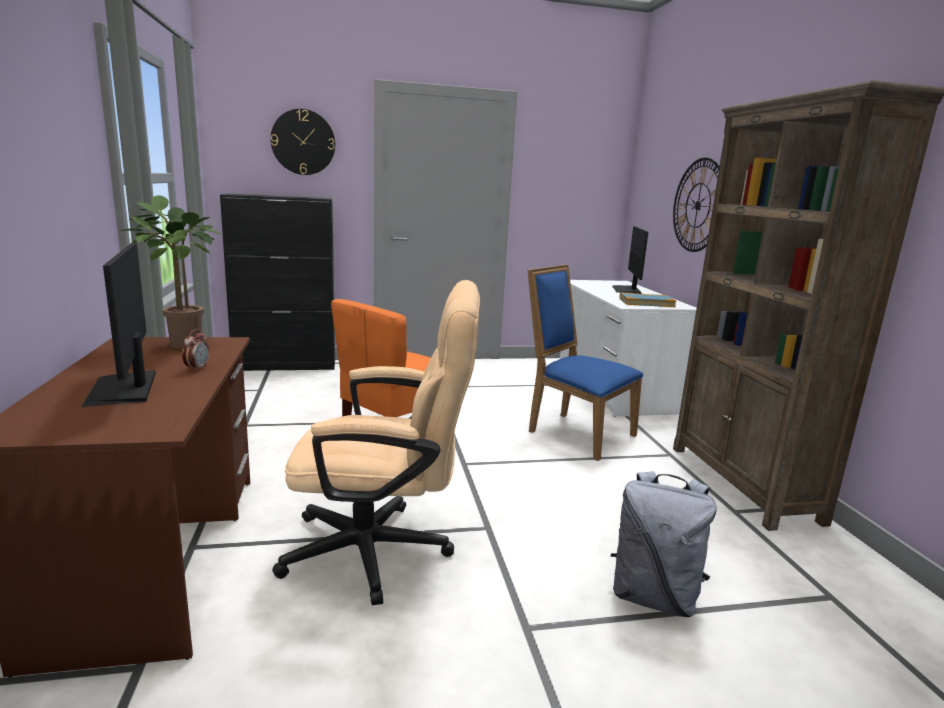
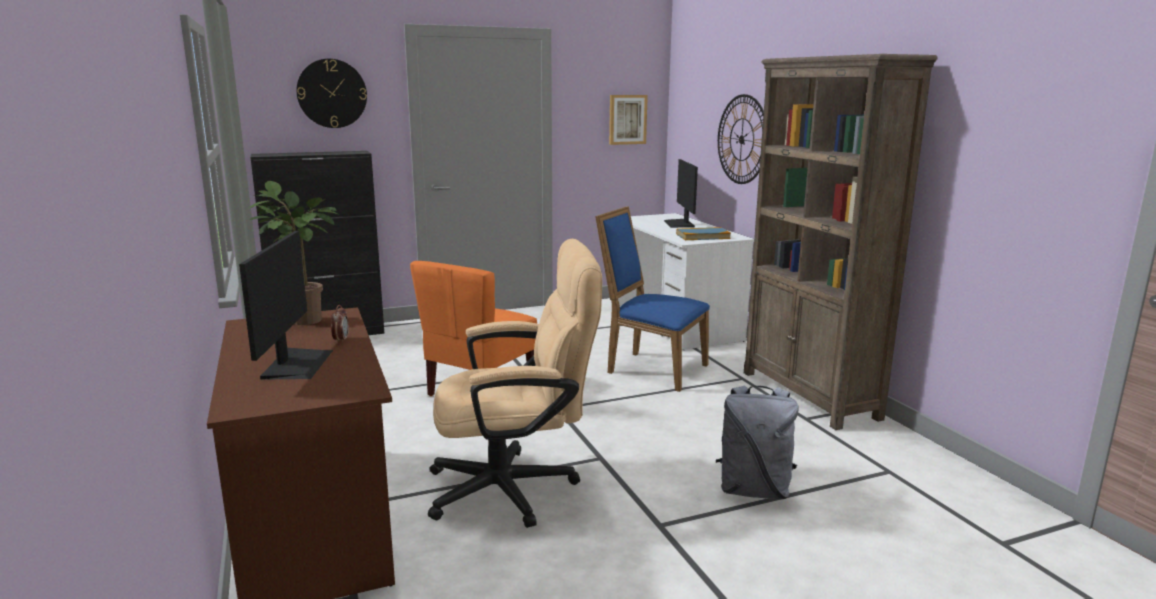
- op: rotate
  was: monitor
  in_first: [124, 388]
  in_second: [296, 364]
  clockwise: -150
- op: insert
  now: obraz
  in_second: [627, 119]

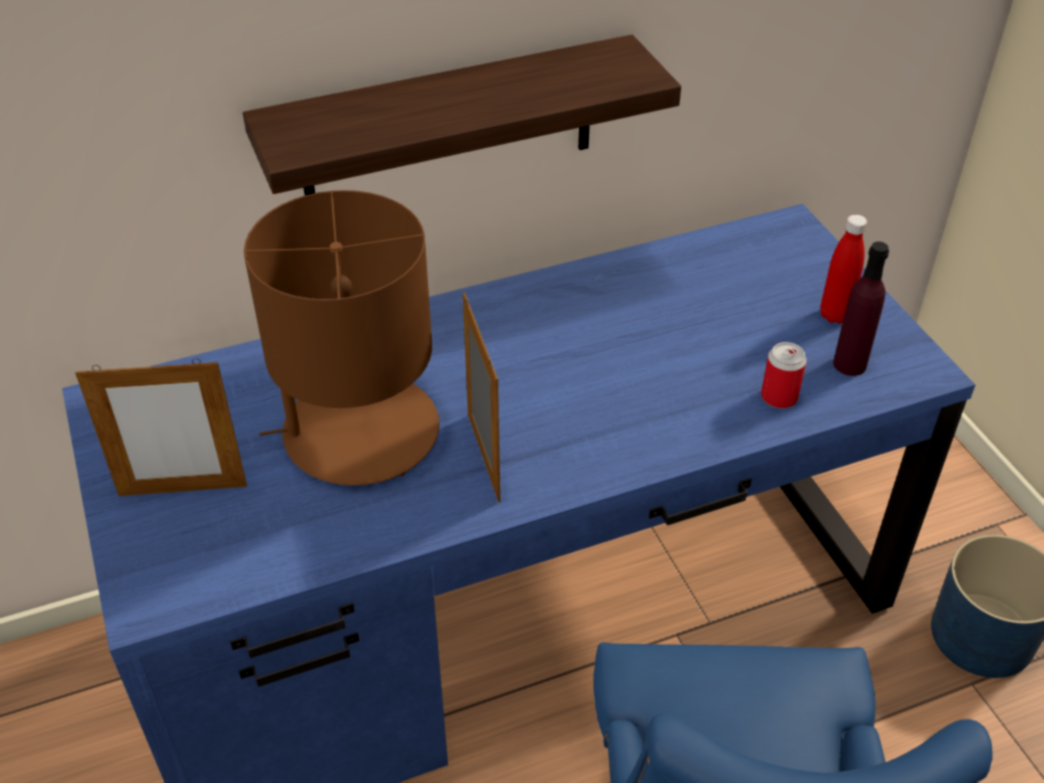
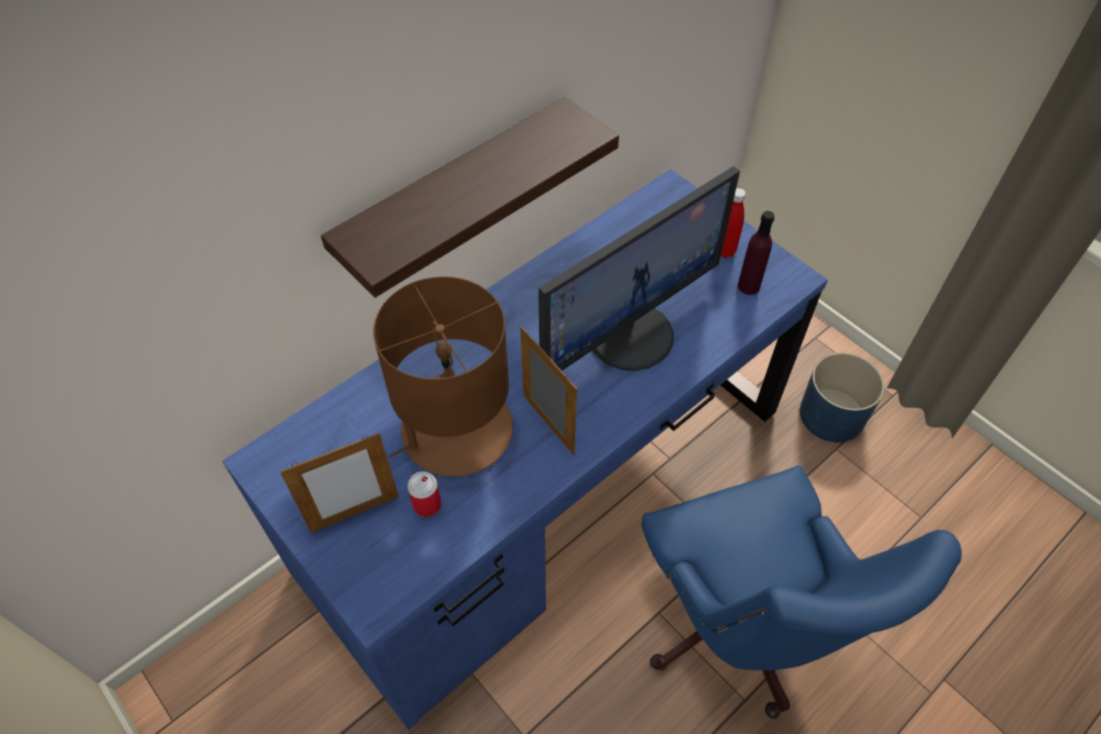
- op: move
  was: puszka
  in_first: [779, 397]
  in_second: [427, 505]
- op: insert
  now: monitor
  in_second: [629, 334]

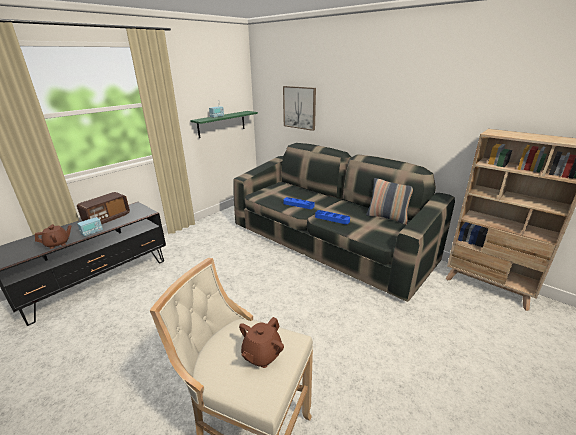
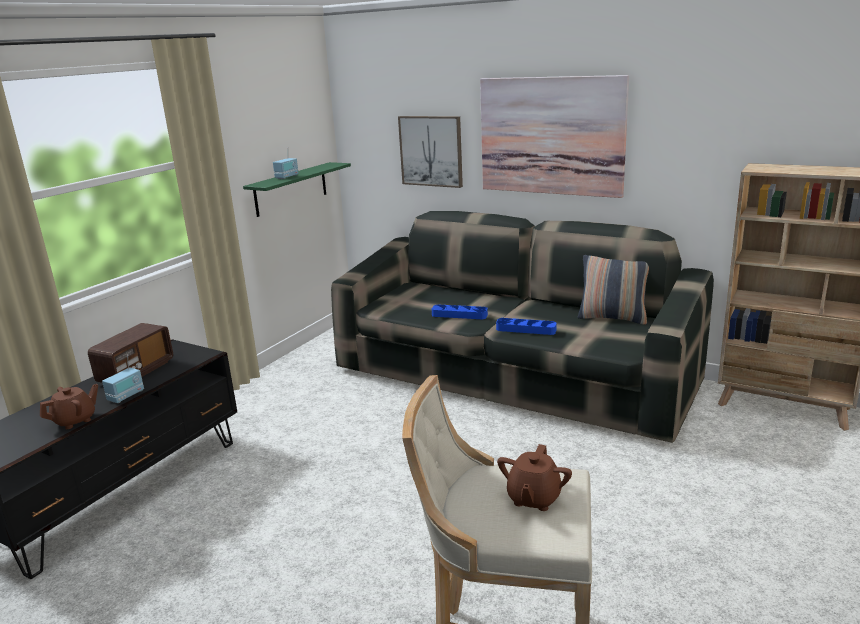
- op: insert
  now: obraz
  in_second: [551, 136]

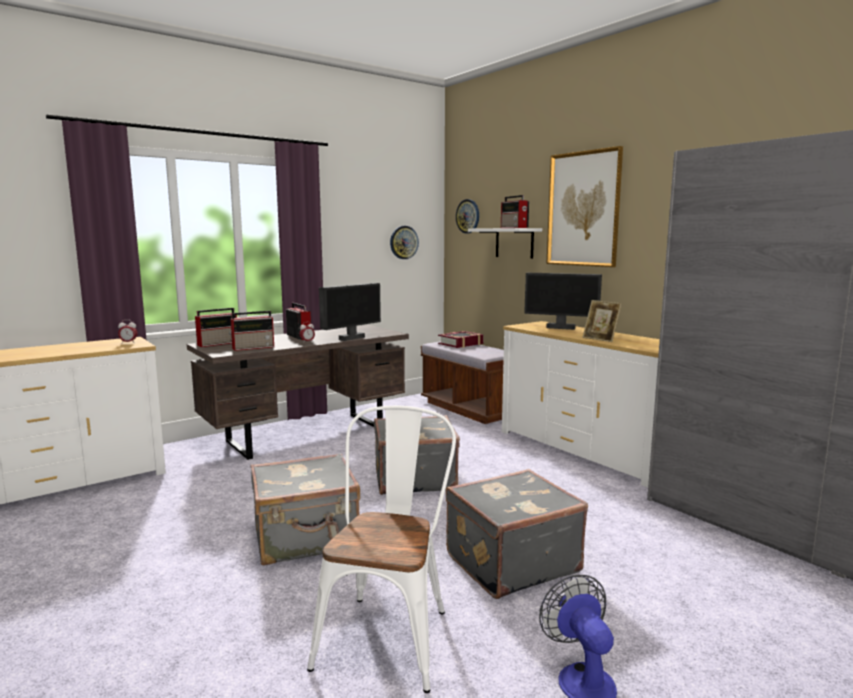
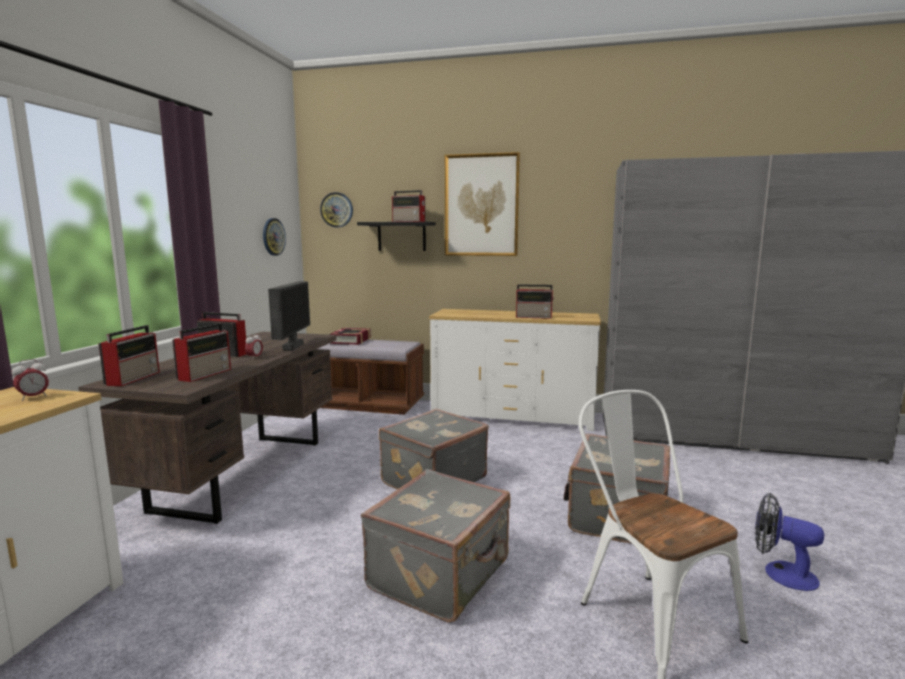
- op: recolor
  was: półka (biały)
  now: półka (czarny)
  in_first: [514, 243]
  in_second: [401, 236]
- op: replace
  was: ramka na zdjęcie
  now: radio
  in_first: [600, 339]
  in_second: [534, 317]
- op: delete
  was: monitor
  in_first: [561, 328]

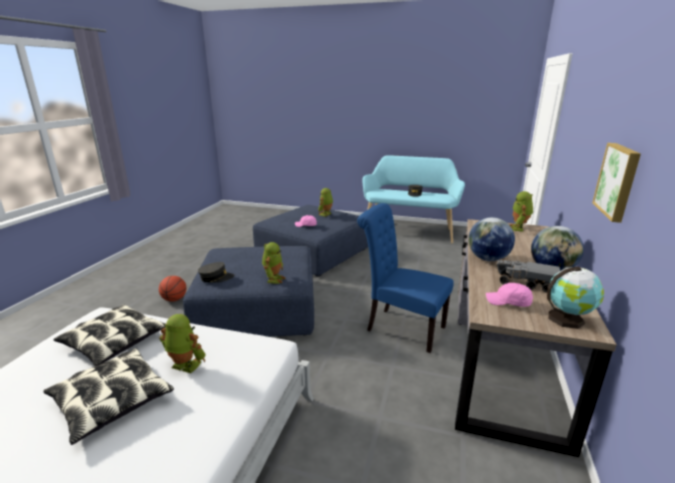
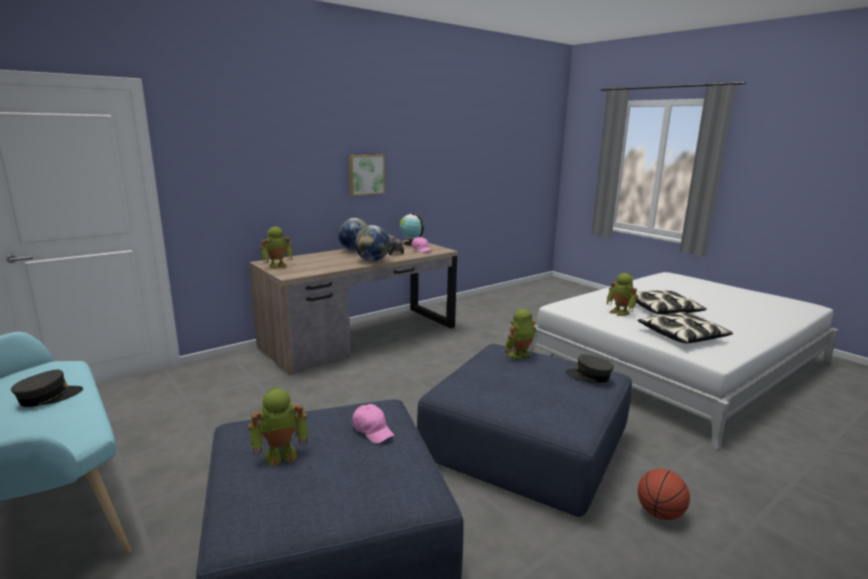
- op: delete
  was: krzesło (niebieski)
  in_first: [401, 327]

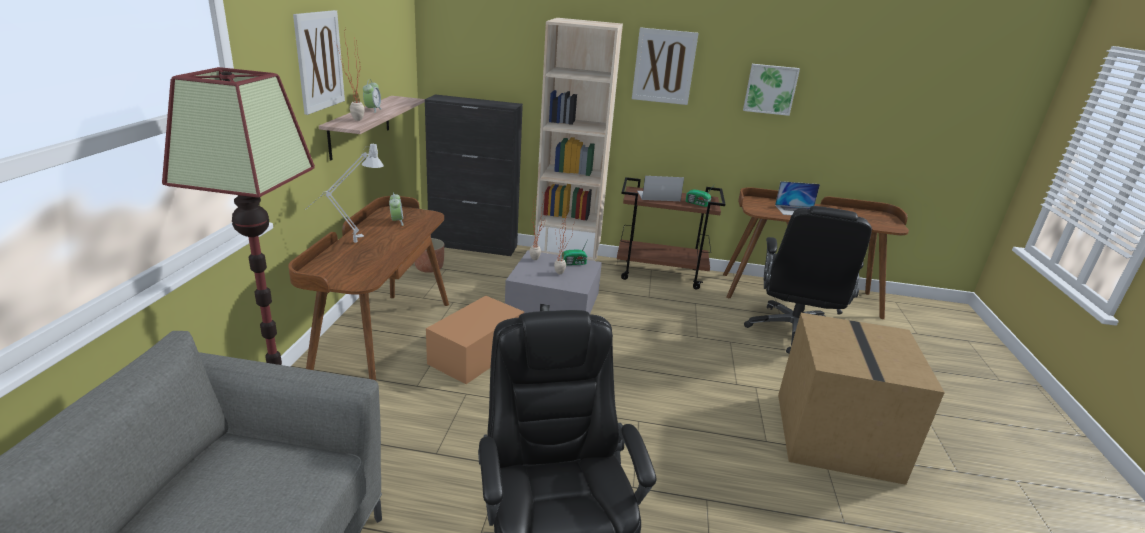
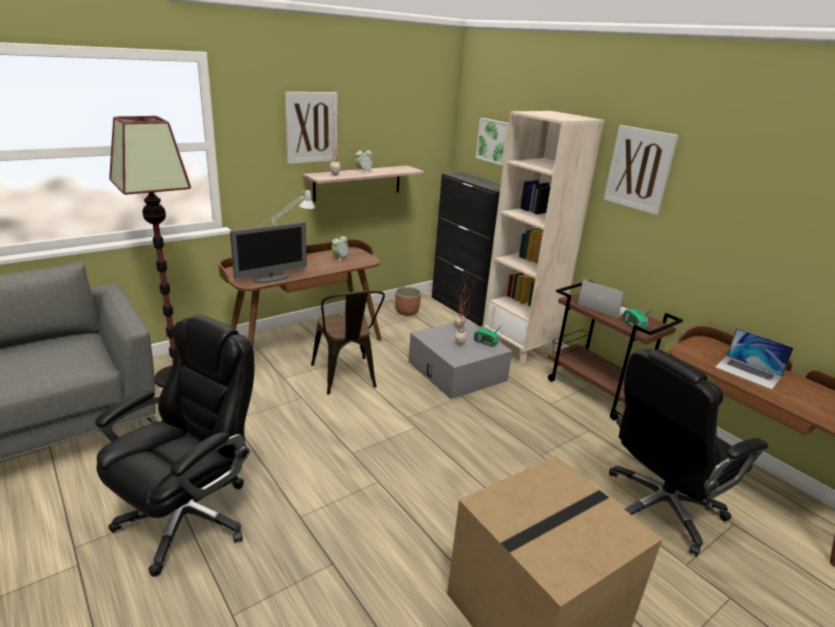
- op: insert
  now: monitor
  in_second: [271, 278]
- op: replace
  was: karton
  now: krzesło (brązowy)
  in_first: [476, 354]
  in_second: [346, 378]
- op: move
  was: obraz
  in_first: [770, 89]
  in_second: [494, 141]

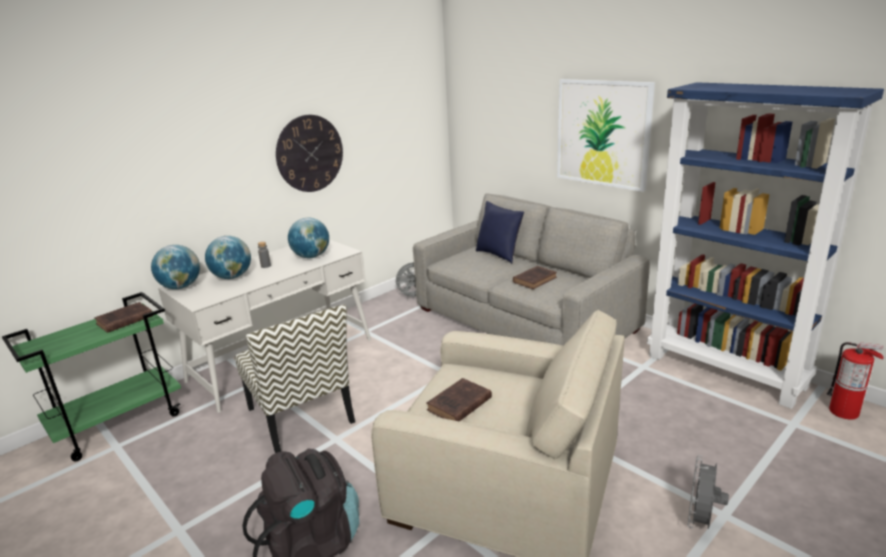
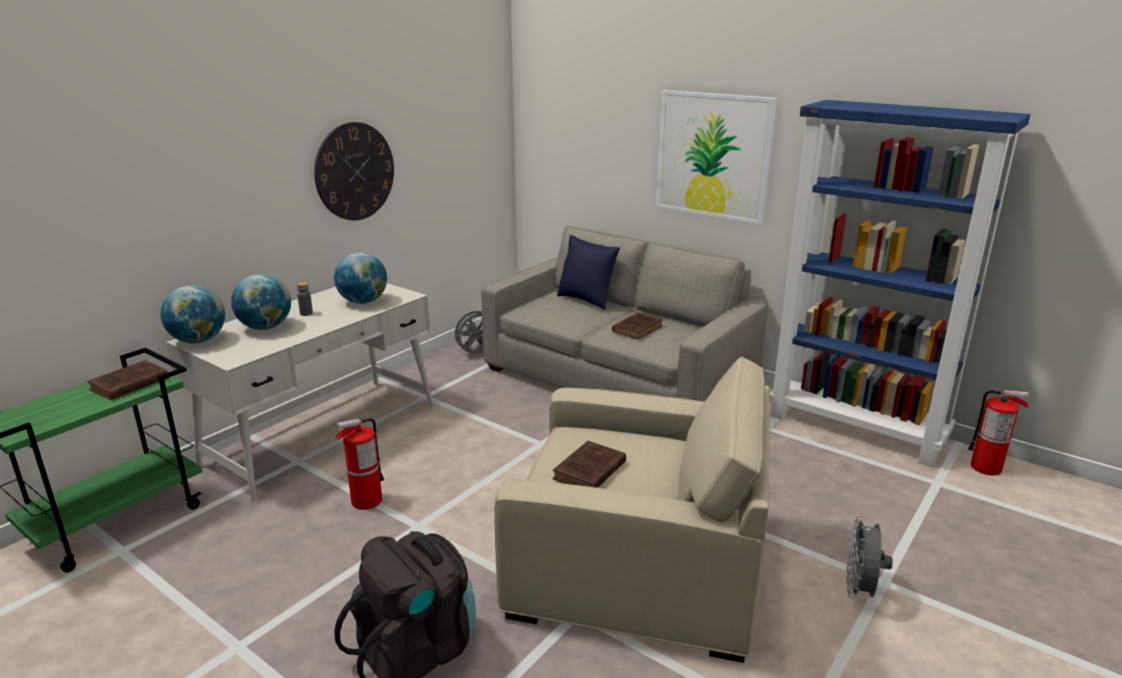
- op: replace
  was: krzesło
  now: gaśnica
  in_first: [301, 416]
  in_second: [366, 501]

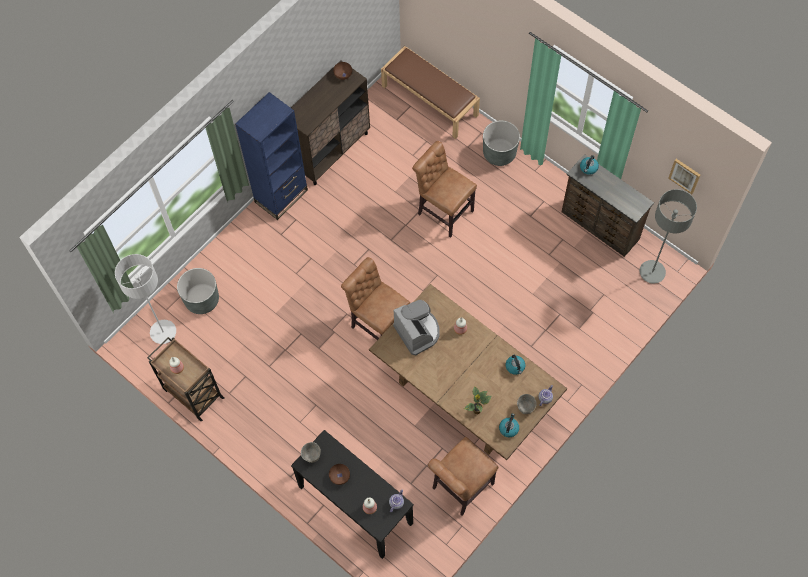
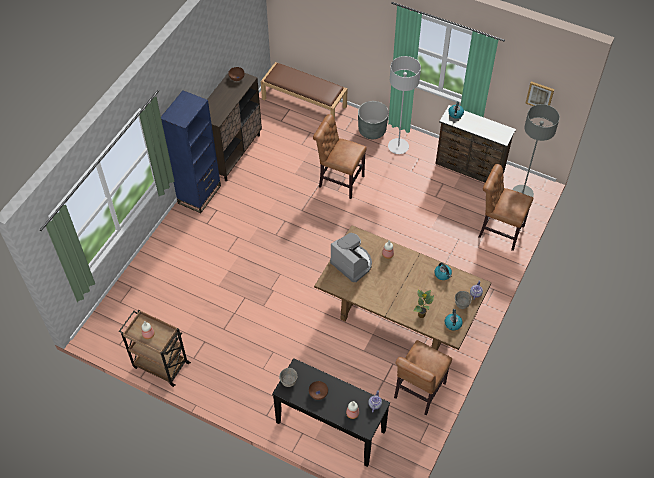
- op: move
  was: lampa stojąca (szary)
  in_first: [163, 332]
  in_second: [398, 147]
- op: move
  was: krzesło (brązowy)
  in_first: [377, 324]
  in_second: [498, 230]
- op: delete
  was: donica (szary)
  in_first: [202, 300]

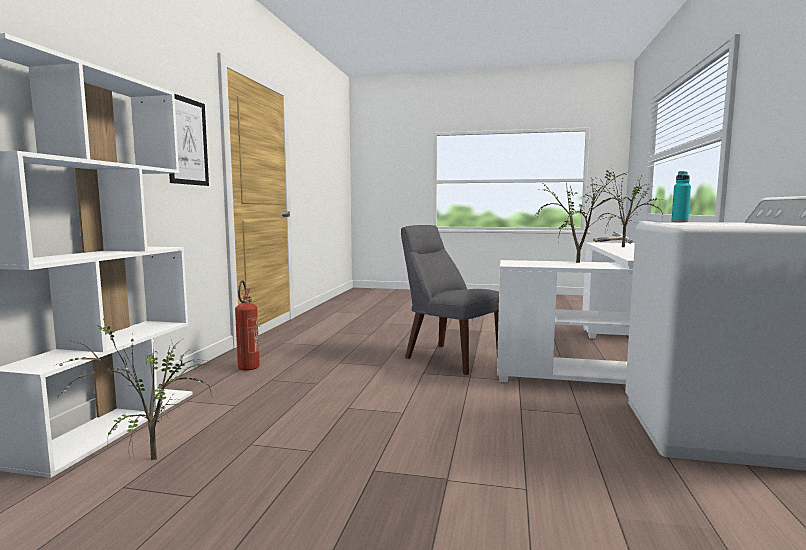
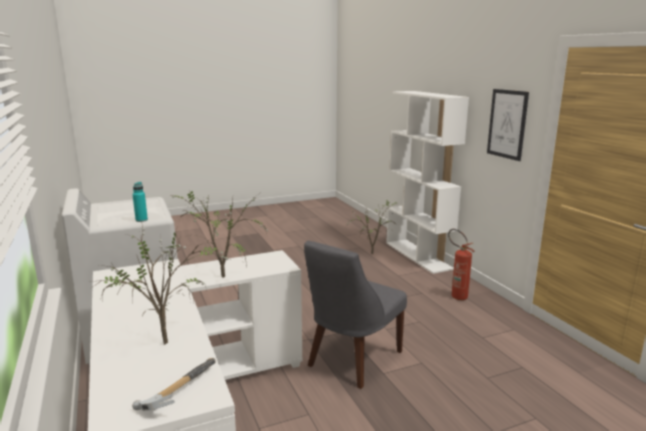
- op: rotate
  was: krzesło (szary)
  in_first: [449, 358]
  in_second: [352, 360]
  clockwise: 120

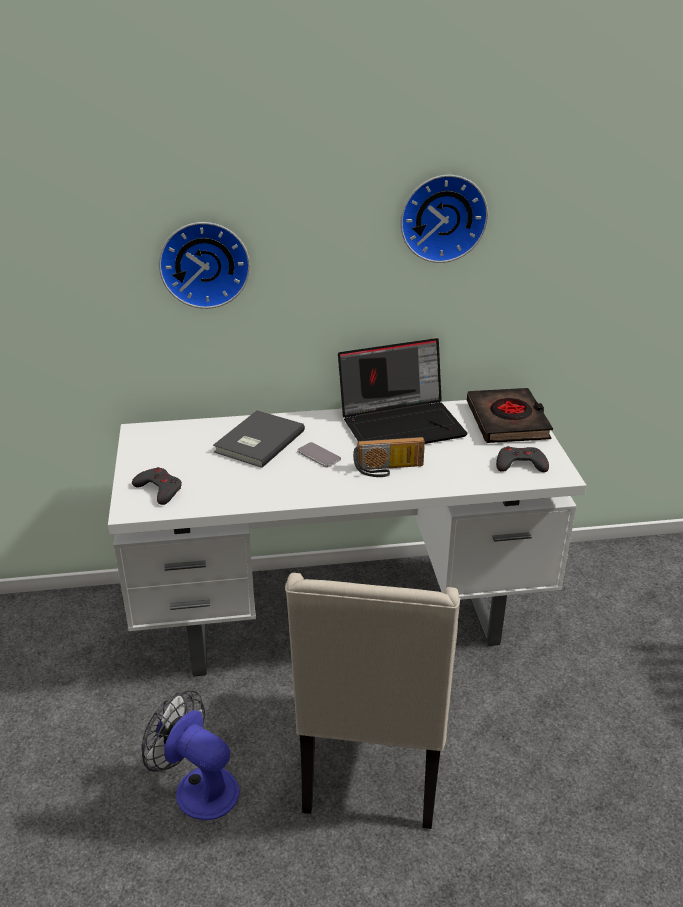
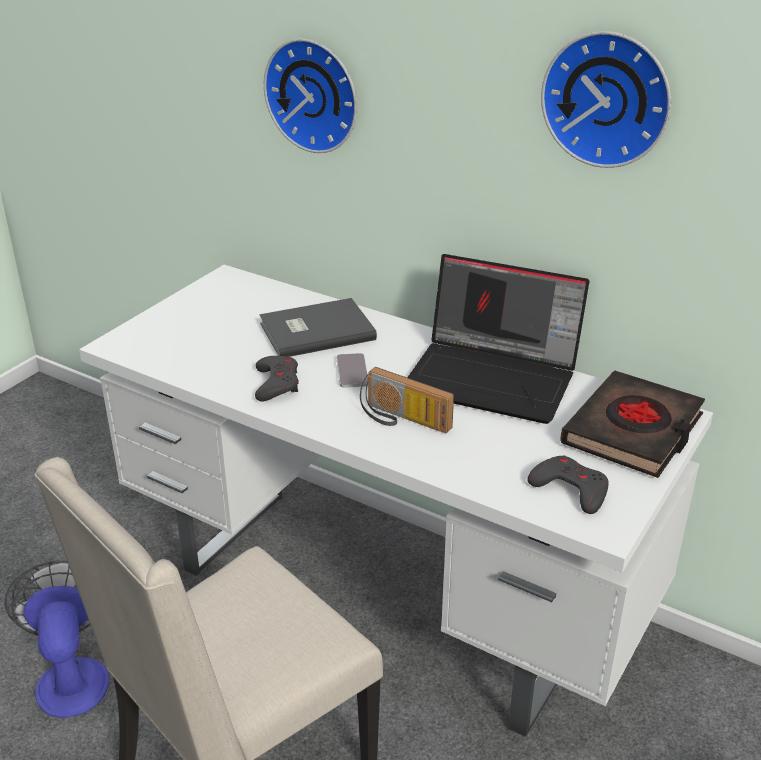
- op: move
  was: pad do gier (szary)
  in_first: [159, 489]
  in_second: [277, 383]

